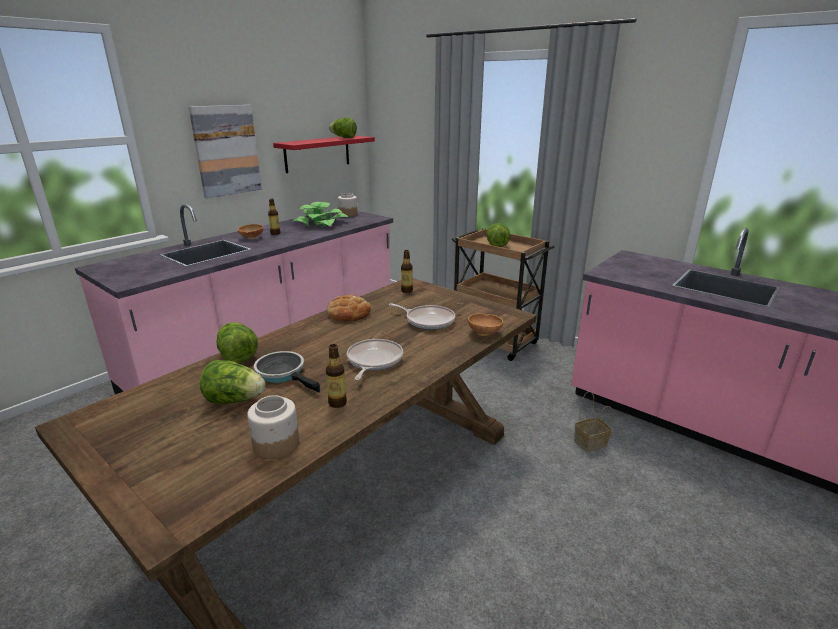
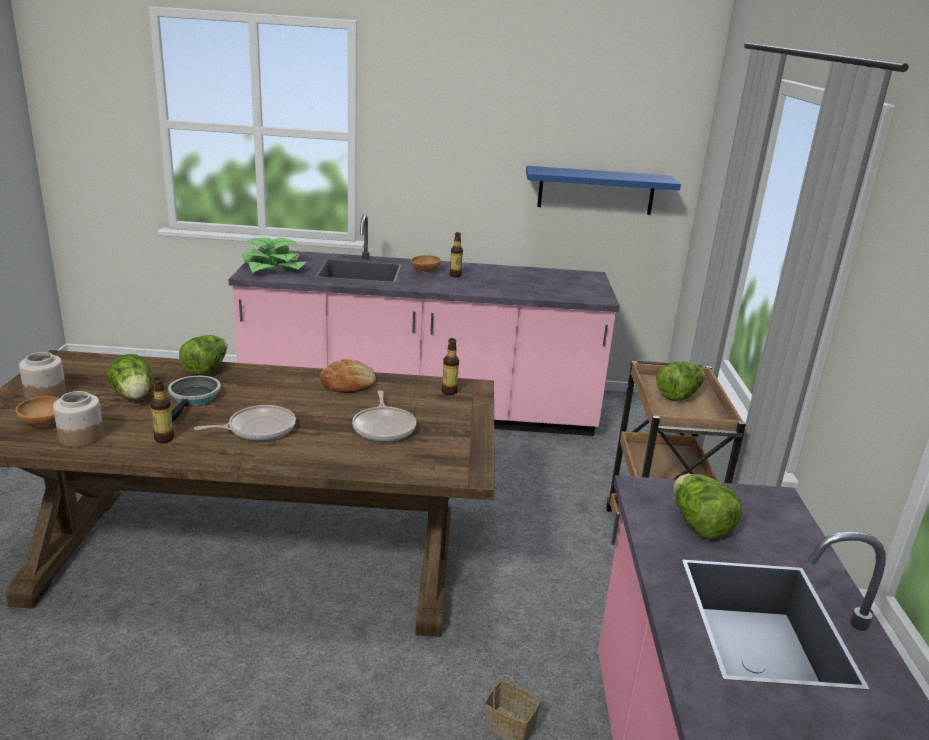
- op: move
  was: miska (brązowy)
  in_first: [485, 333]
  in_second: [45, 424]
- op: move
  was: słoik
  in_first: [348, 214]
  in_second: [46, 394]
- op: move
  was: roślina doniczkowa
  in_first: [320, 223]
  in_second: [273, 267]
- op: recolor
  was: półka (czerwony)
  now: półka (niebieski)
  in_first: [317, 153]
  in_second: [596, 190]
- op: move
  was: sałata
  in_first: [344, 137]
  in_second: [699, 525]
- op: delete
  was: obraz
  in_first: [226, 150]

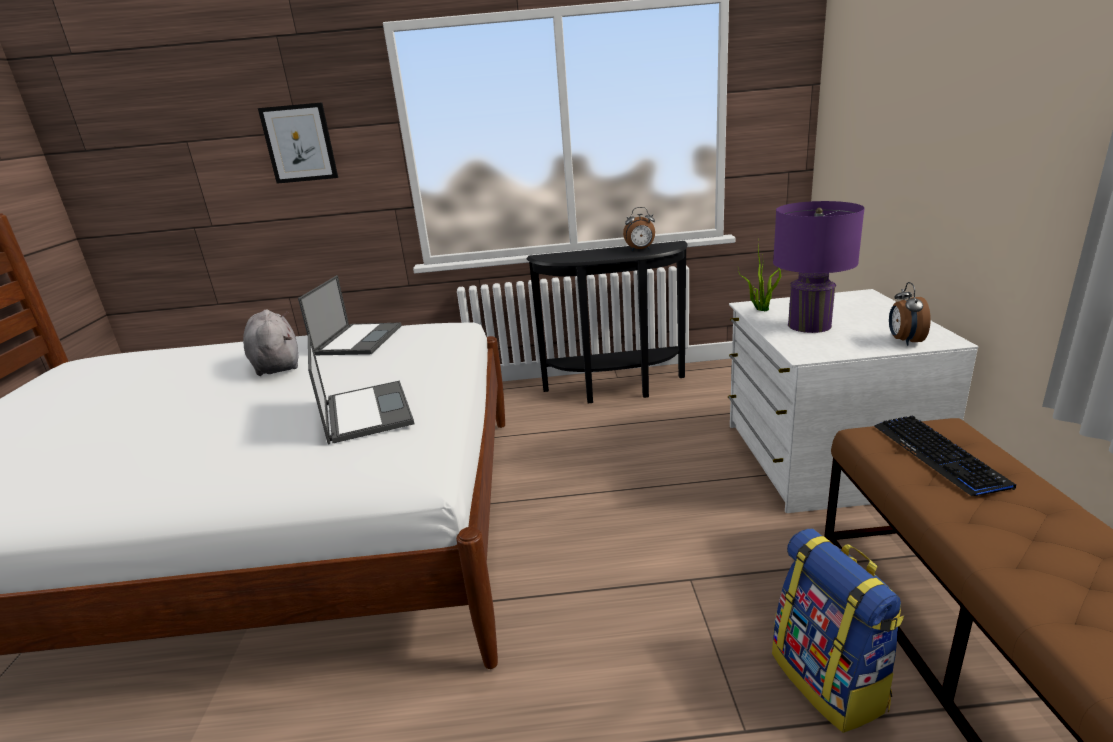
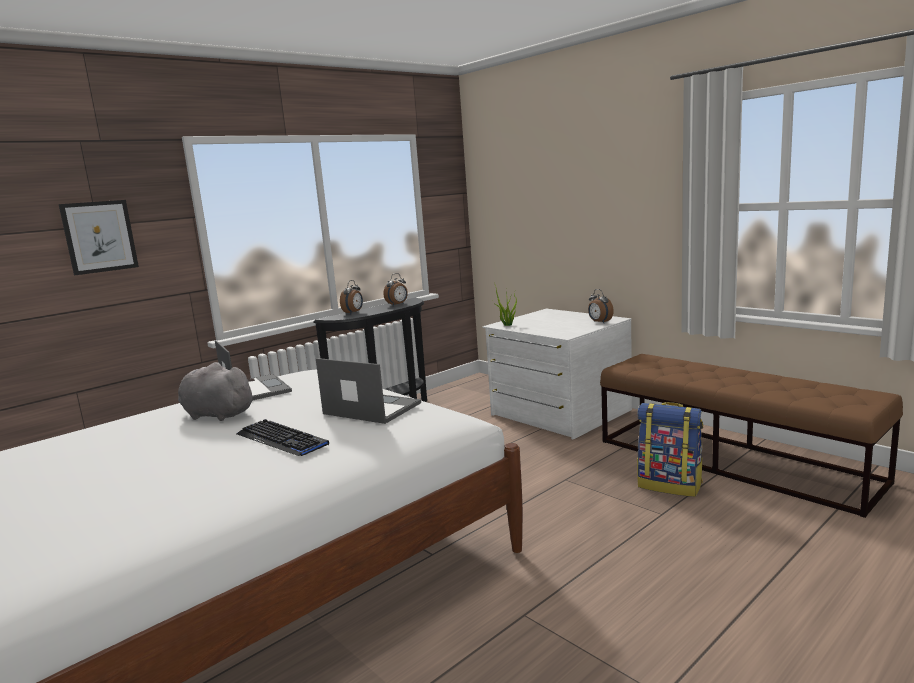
- op: move
  was: klawiatura
  in_first: [939, 455]
  in_second: [282, 439]
- op: insert
  now: budzik
  in_second: [353, 313]
- op: delete
  was: lampa stołowa (fioletowy)
  in_first: [809, 325]

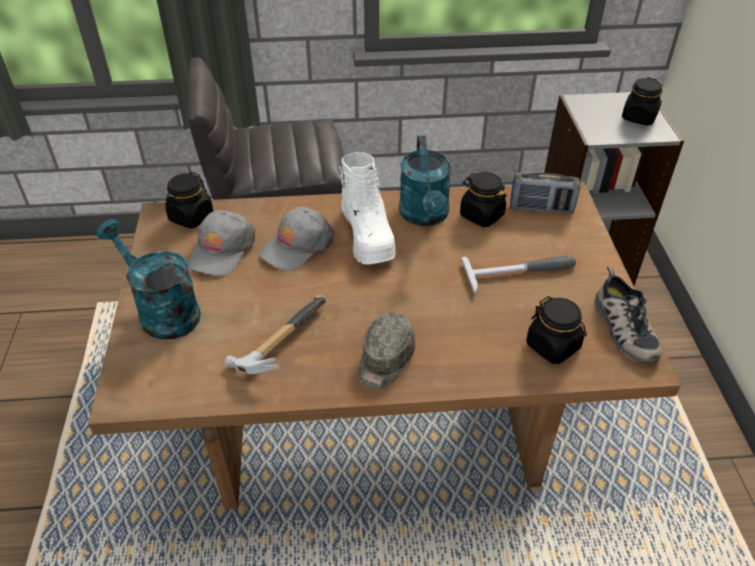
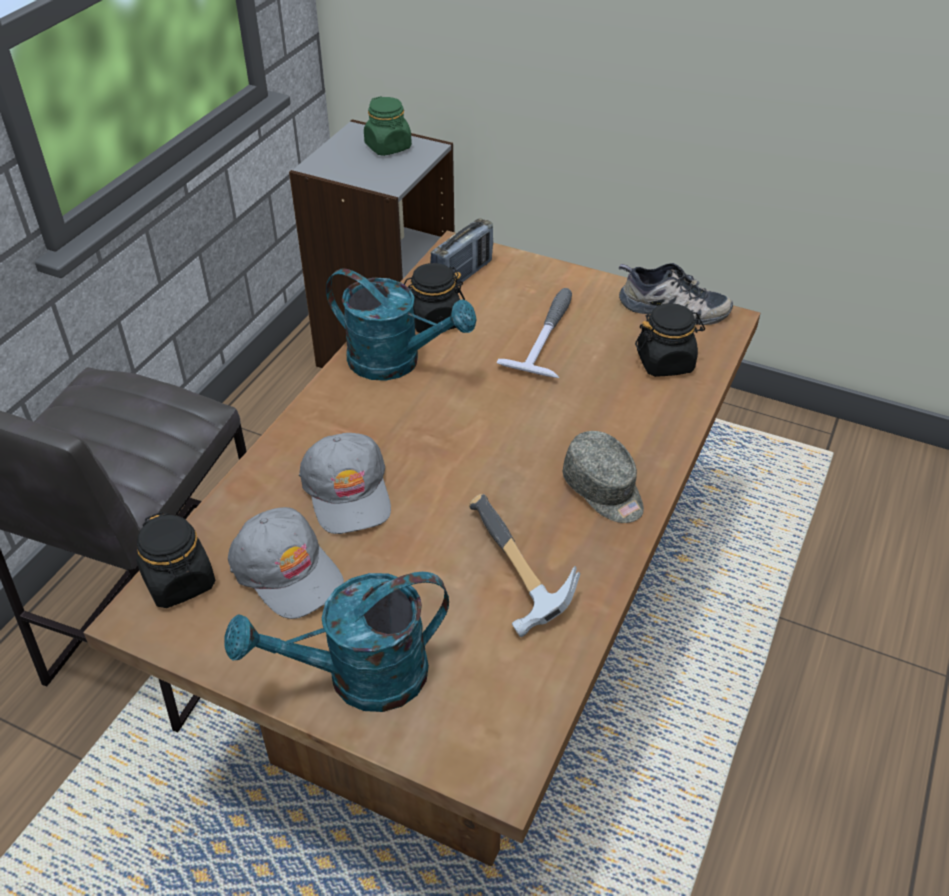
- op: recolor
  was: słoik (czarny)
  now: słoik (zielony)
  in_first: [639, 117]
  in_second: [388, 147]
- op: delete
  was: but z cholewką (biały)
  in_first: [368, 235]

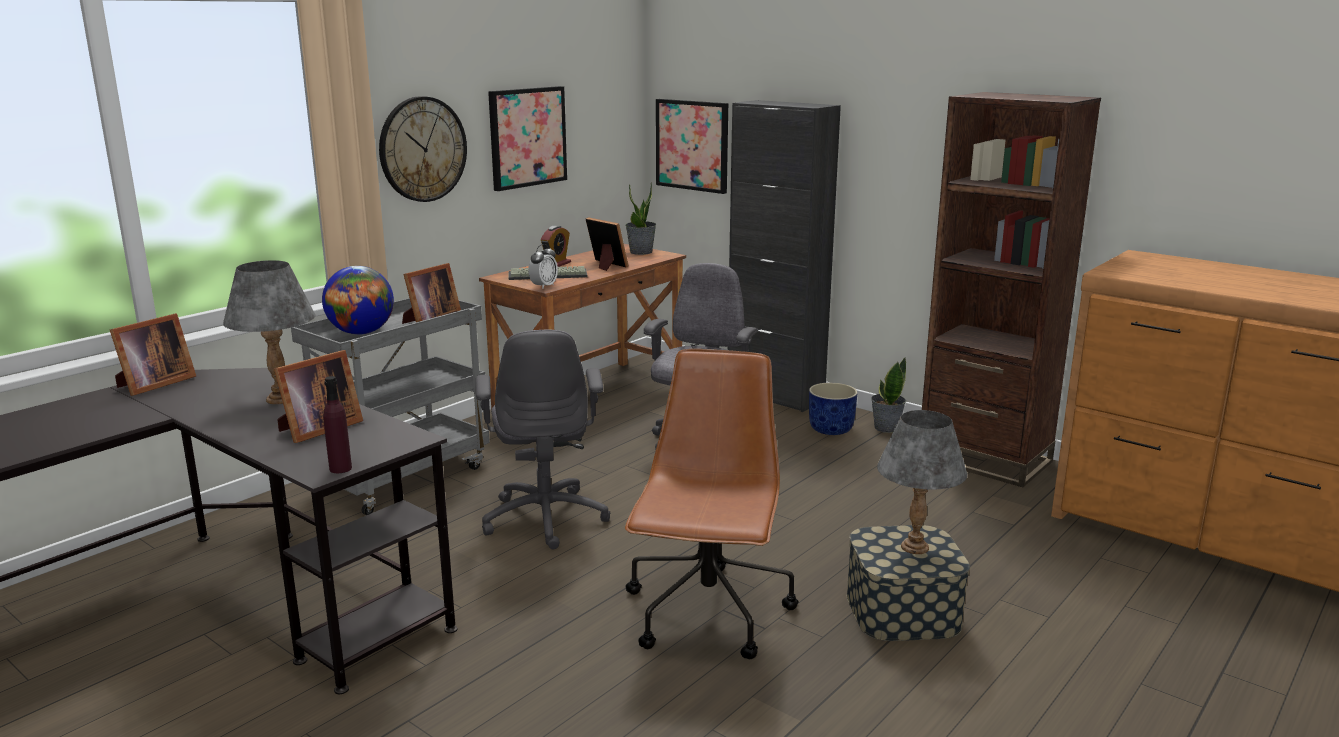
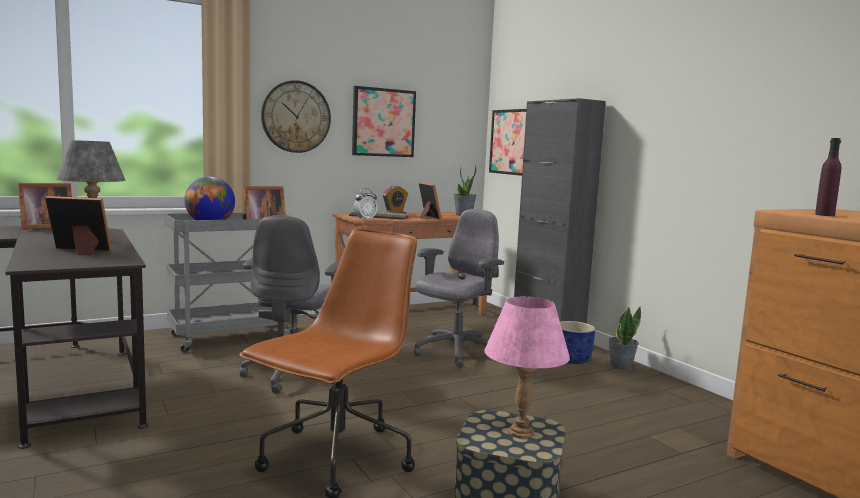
- op: rotate
  was: ramka na zdjęcie
  in_first: [317, 429]
  in_second: [79, 251]
  clockwise: -150
- op: recolor
  was: lampa stołowa (szary)
  now: lampa stołowa (różowy)
  in_first: [915, 547]
  in_second: [521, 433]
- op: move
  was: butelka (fioletowy)
  in_first: [340, 468]
  in_second: [824, 215]
- op: delete
  was: regał (brązowy)
  in_first: [984, 459]

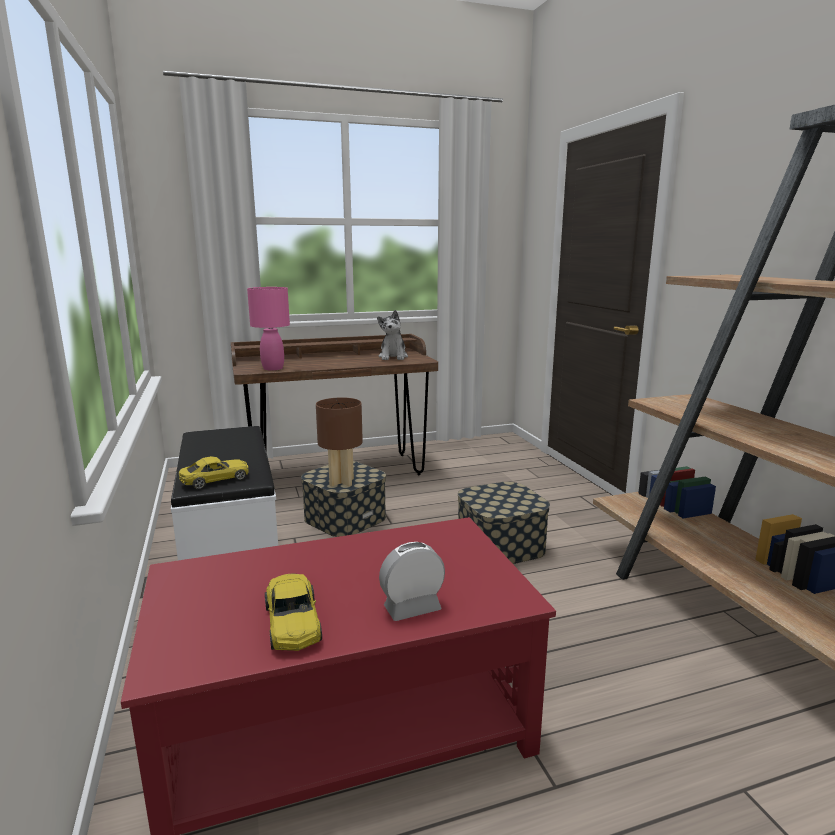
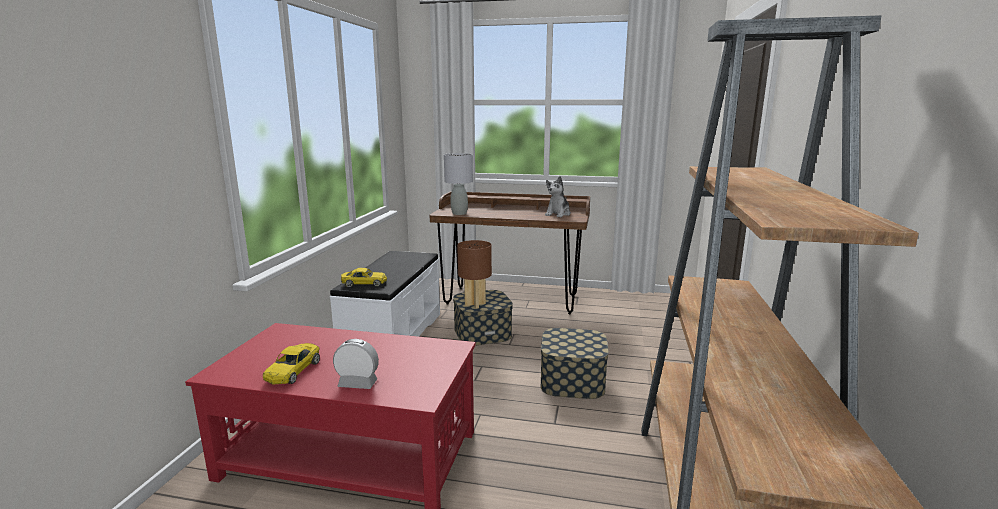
- op: recolor
  was: lampa stołowa (różowy)
  now: lampa stołowa (szary)
  in_first: [272, 368]
  in_second: [459, 213]

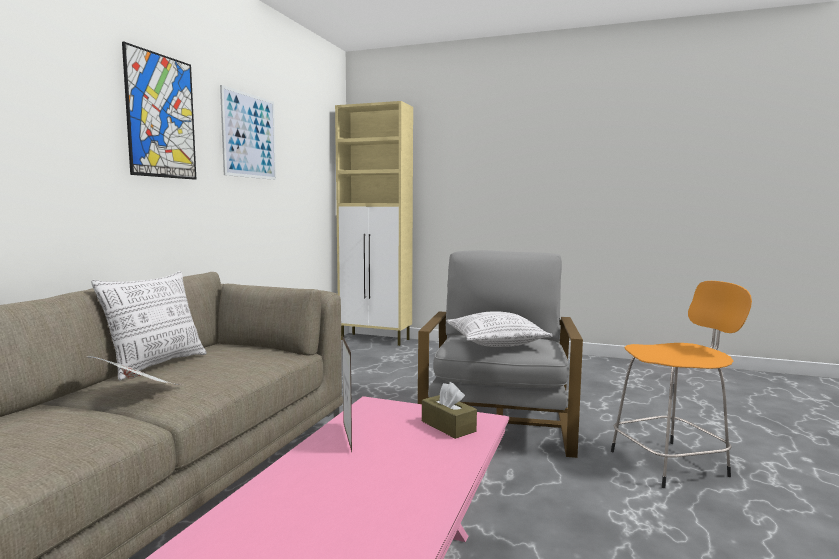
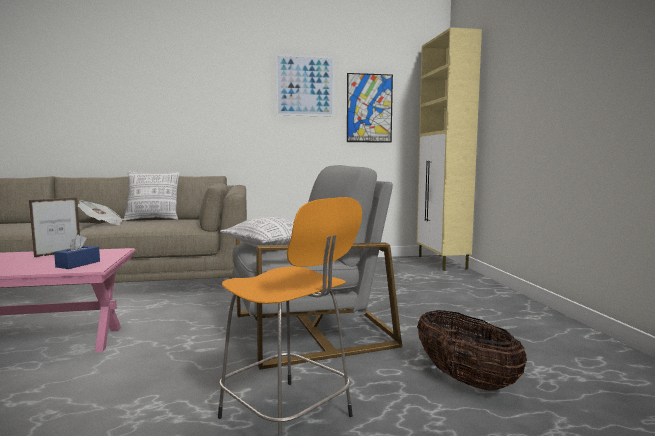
- op: recolor
  was: pudełko chusteczek (brązowy)
  now: pudełko chusteczek (niebieski)
  in_first: [448, 426]
  in_second: [78, 264]
- op: move
  was: obraz
  in_first: [161, 116]
  in_second: [369, 108]
- op: insert
  now: koszyk
  in_second: [465, 380]

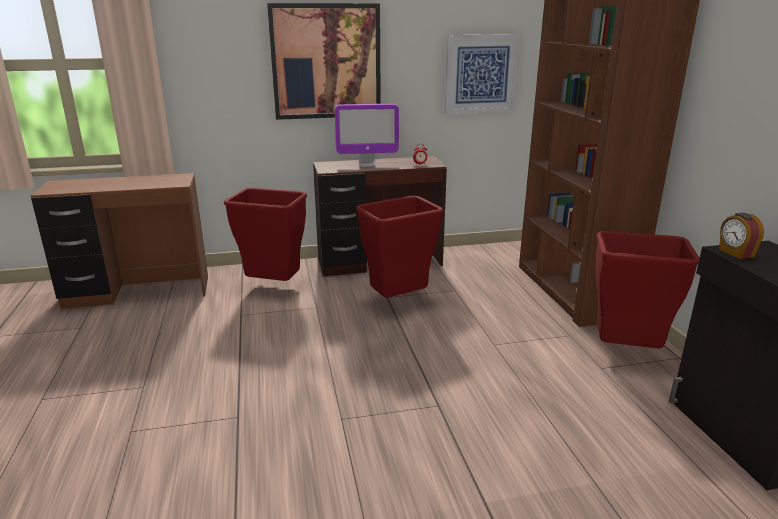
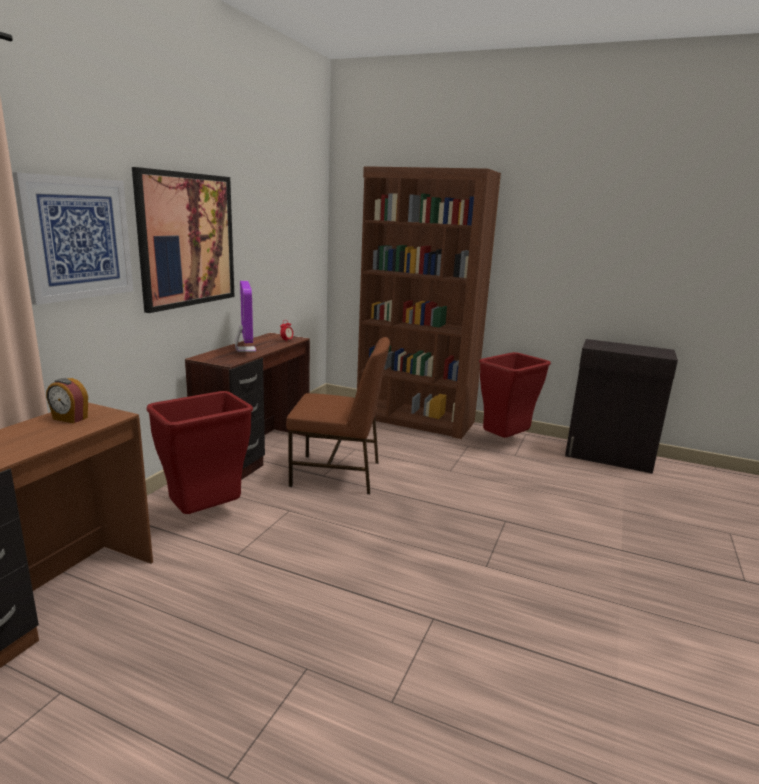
- op: move
  was: obraz
  in_first: [481, 74]
  in_second: [78, 238]
- op: move
  was: budzik
  in_first: [735, 253]
  in_second: [69, 418]
- op: rotate
  was: monitor
  in_first: [367, 164]
  in_second: [245, 349]
  clockwise: -45
- op: replace
  was: kosz na śmieci (czerwony)
  now: krzesło (brązowy)
  in_first: [398, 301]
  in_second: [337, 474]

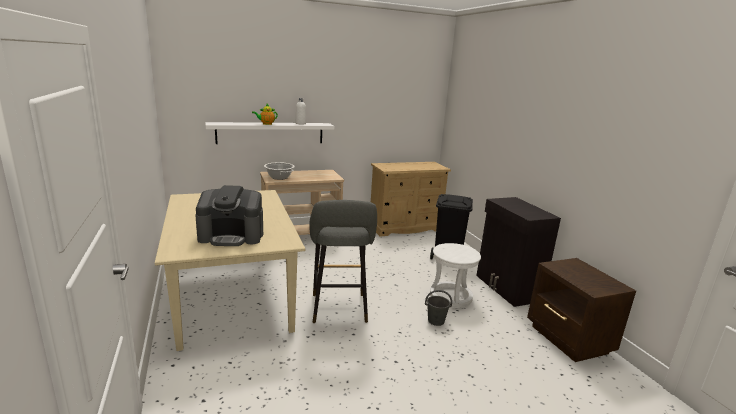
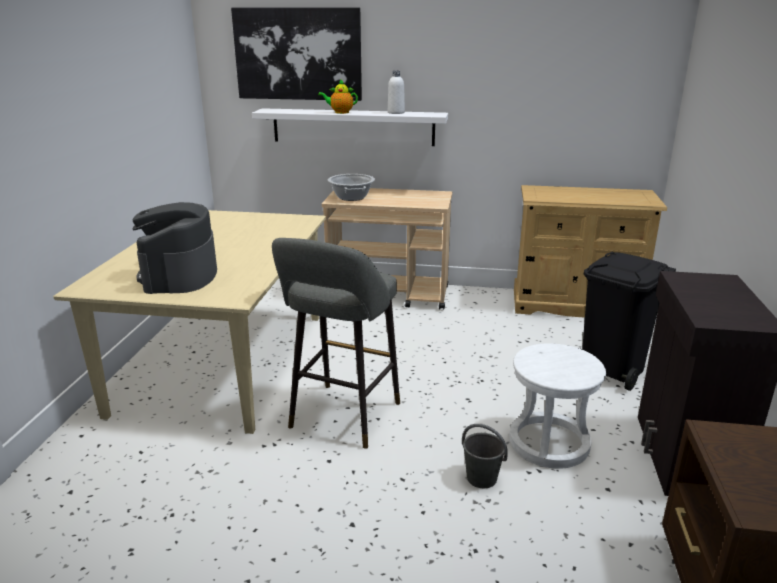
- op: rotate
  was: ekspres do kawy
  in_first: [232, 236]
  in_second: [179, 275]
  clockwise: 60
- op: insert
  now: obraz
  in_second: [298, 54]

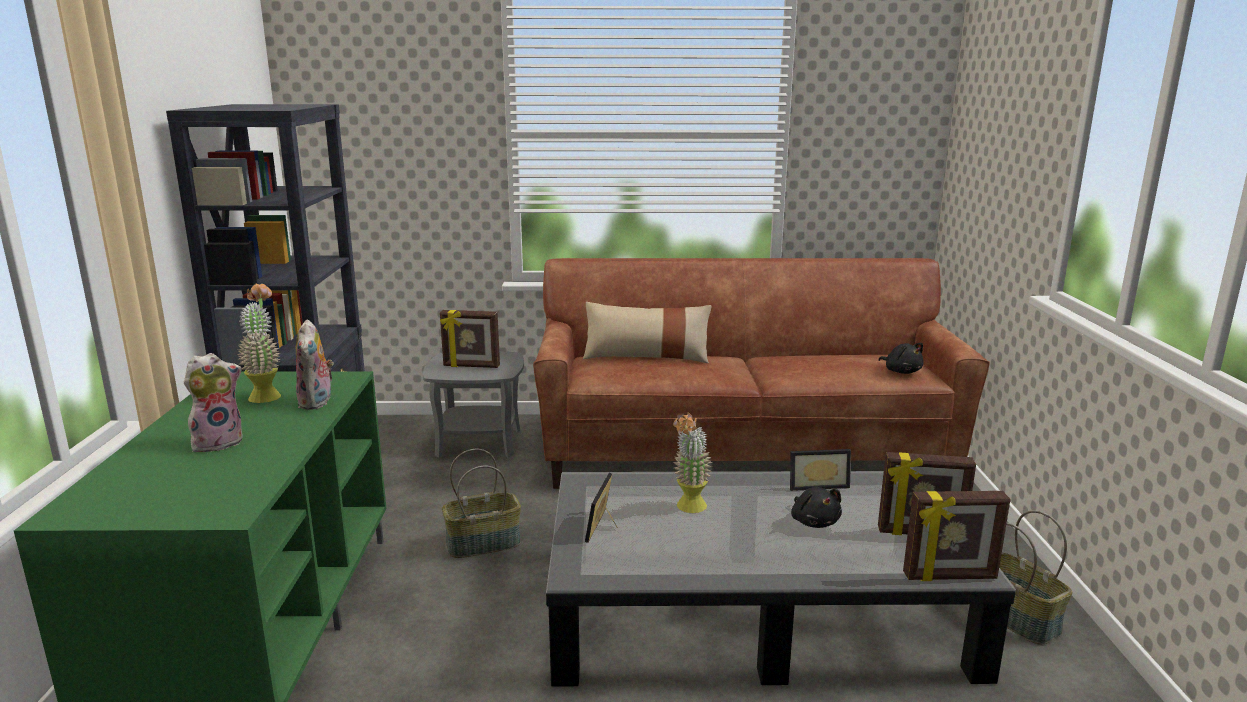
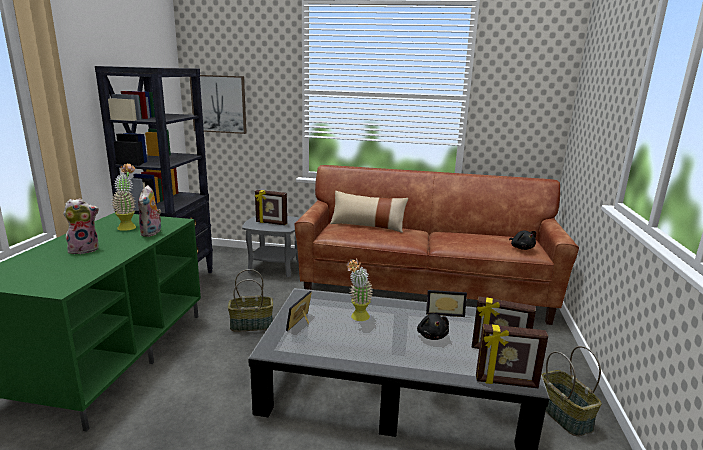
- op: insert
  now: obraz
  in_second: [219, 104]

